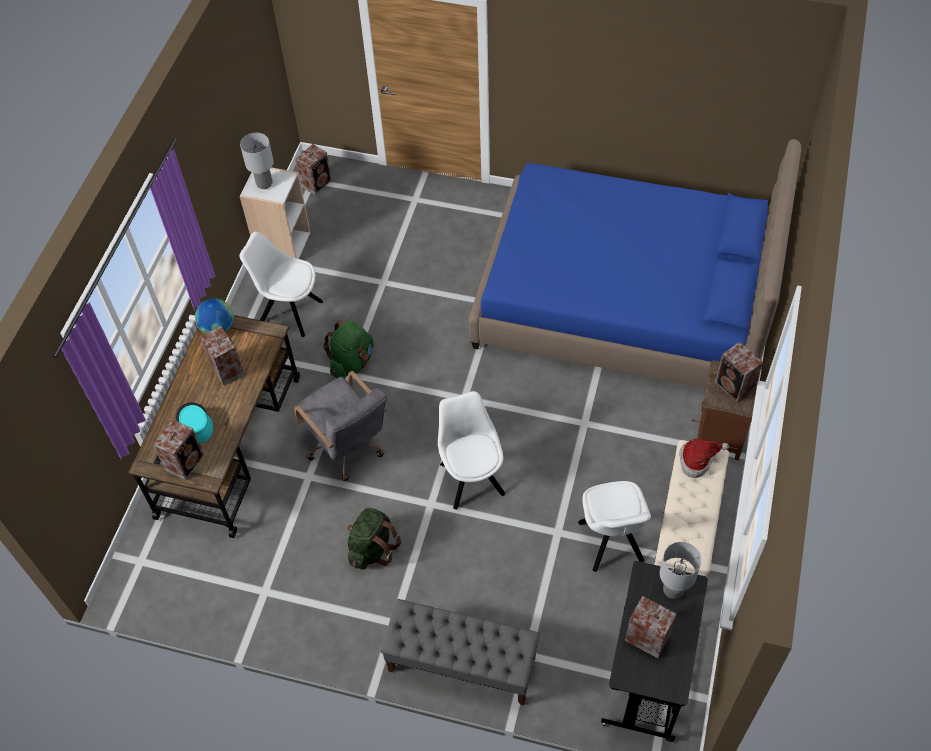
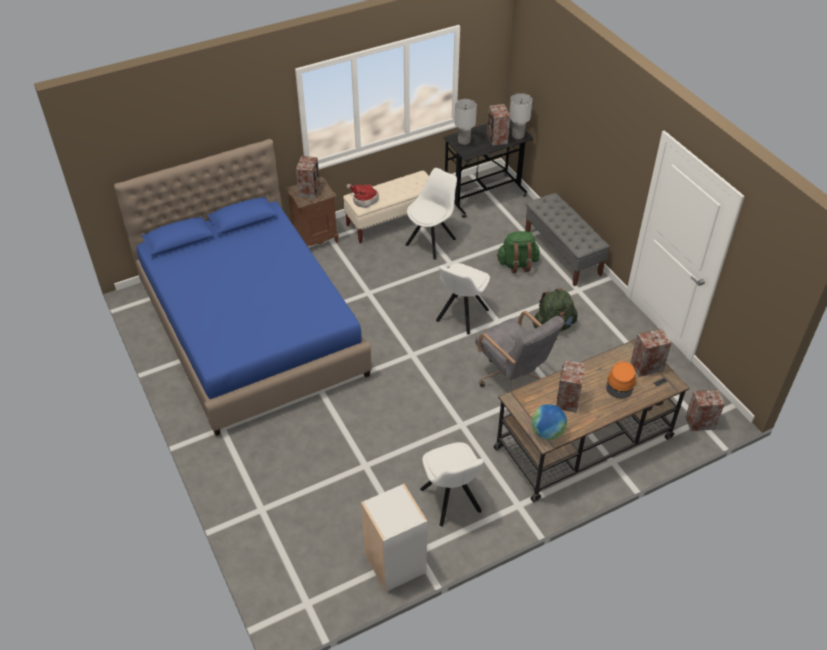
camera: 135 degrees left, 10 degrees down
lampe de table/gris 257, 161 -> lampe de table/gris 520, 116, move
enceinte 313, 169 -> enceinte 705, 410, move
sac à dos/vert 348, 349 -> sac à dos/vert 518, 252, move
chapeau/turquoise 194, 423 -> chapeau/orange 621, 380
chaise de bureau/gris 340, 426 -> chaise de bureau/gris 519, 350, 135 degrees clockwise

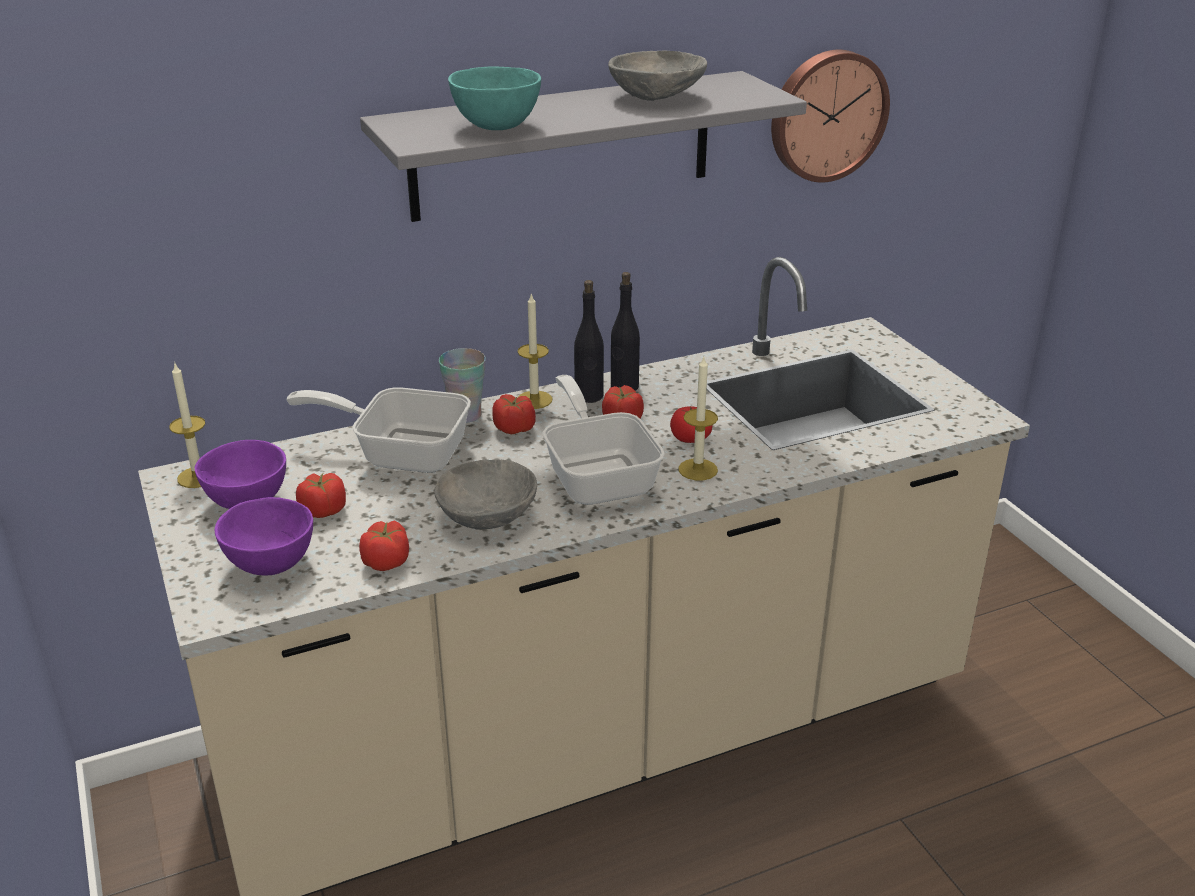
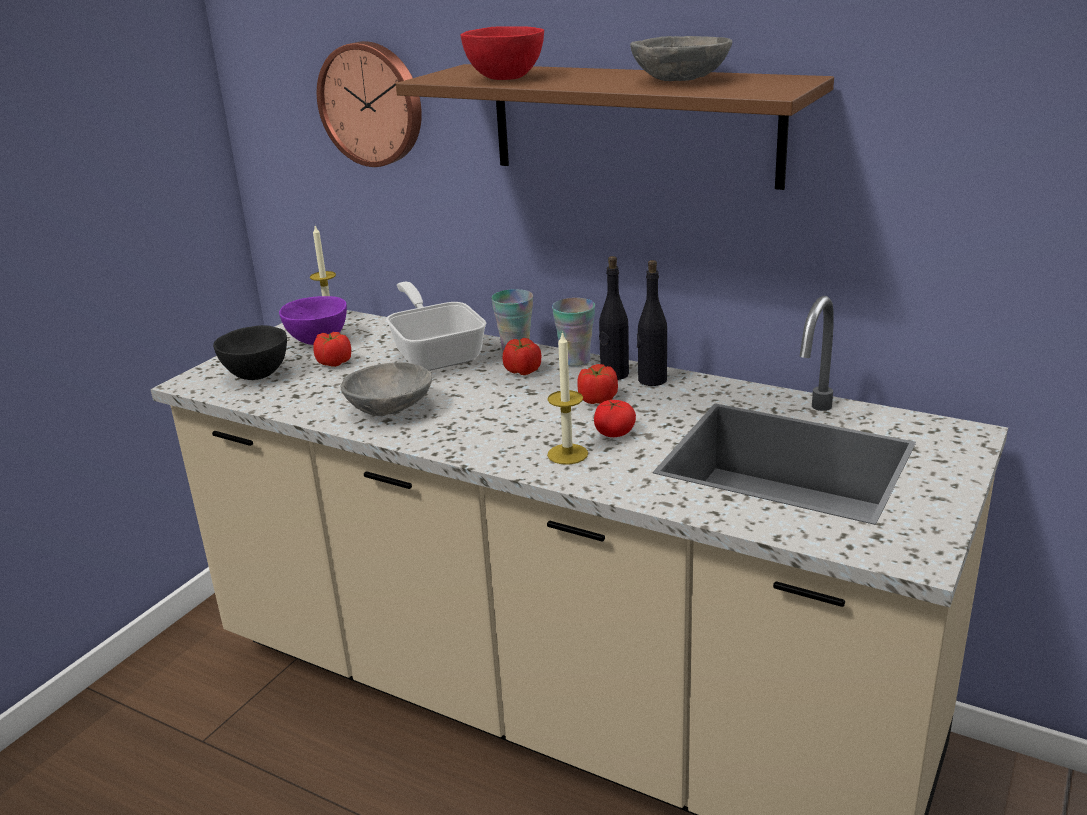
camera: 55 degrees right, 5 degrees down
tomate 384, 546 -> none
poêle 604, 440 -> none
horloge murale 830, 116 -> horloge murale 369, 104, move
bougie 535, 351 -> tasse 573, 332
bol/violet 264, 536 -> bol/noir 250, 352
étagère/gris 583, 146 -> étagère/marron 615, 127
bol/turquoise 494, 98 -> bol/rouge 502, 53

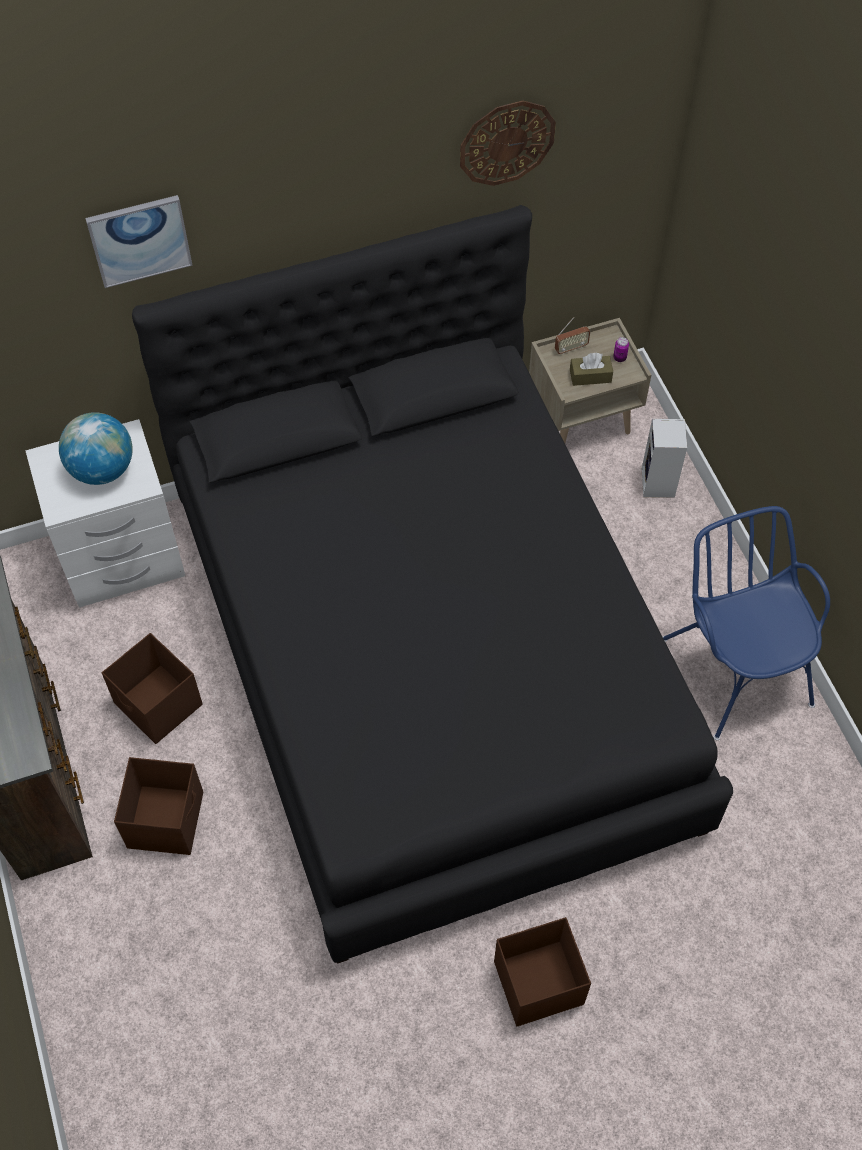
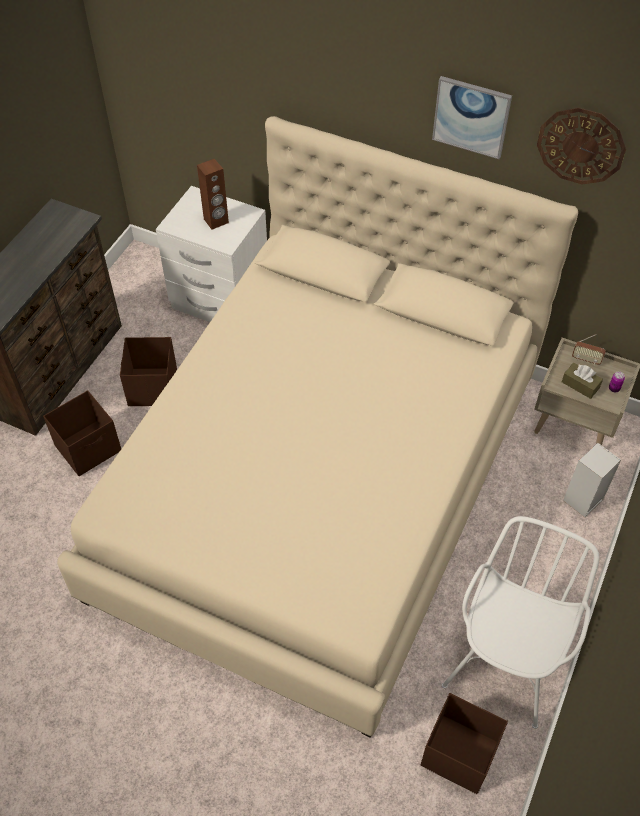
camera: 45 degrees right, 5 degrees down
tableau 138, 241 -> tableau 472, 117, move
boîte de rangement/marron 542, 971 -> boîte de rangement/marron 464, 743, move
globe 96, 448 -> enceinte/marron 213, 194
lit/noir 432, 584 -> lit/beige 317, 426
chaise/bleu 746, 623 -> chaise/blanc 520, 622

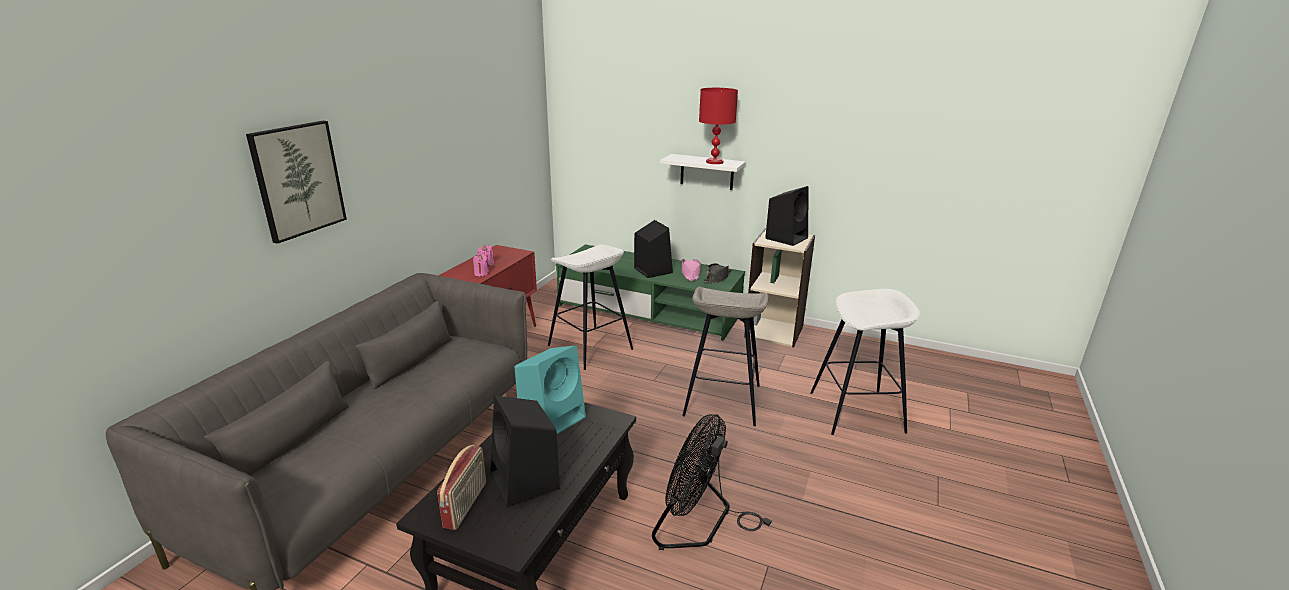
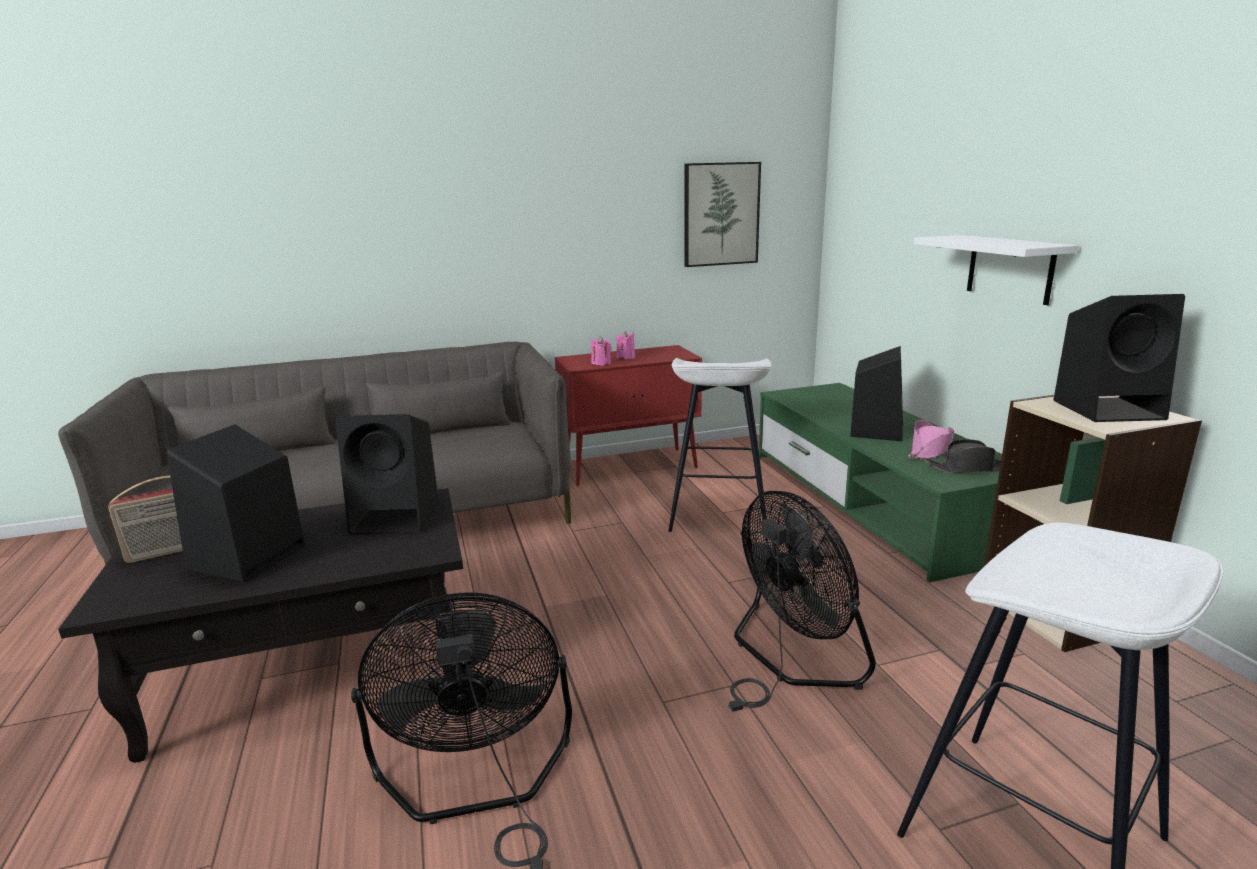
camera: 50 degrees right, 5 degrees down
lampe de table/rouge 718, 126 -> none
tableau 296, 182 -> tableau 723, 214, move
tabouret/gris 725, 356 -> ventilateur/noir 801, 601
enceinte/turquoise 550, 389 -> enceinte/noir 387, 474

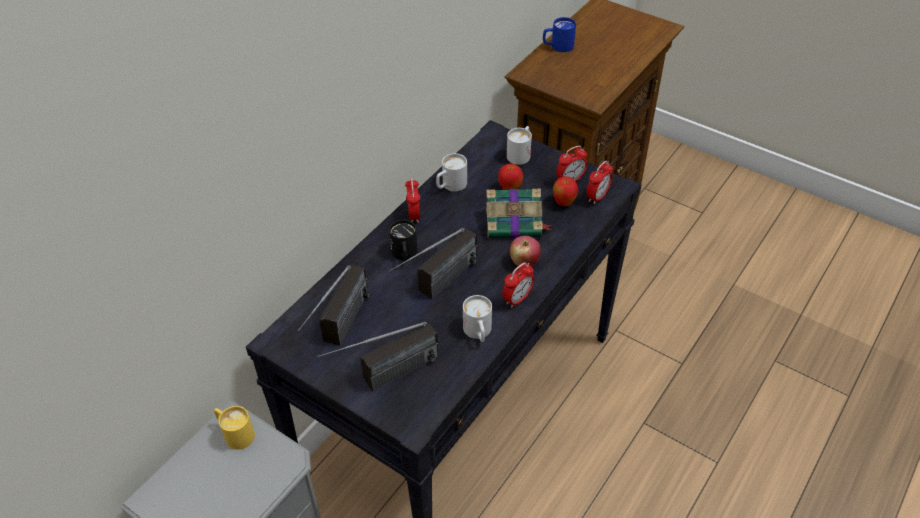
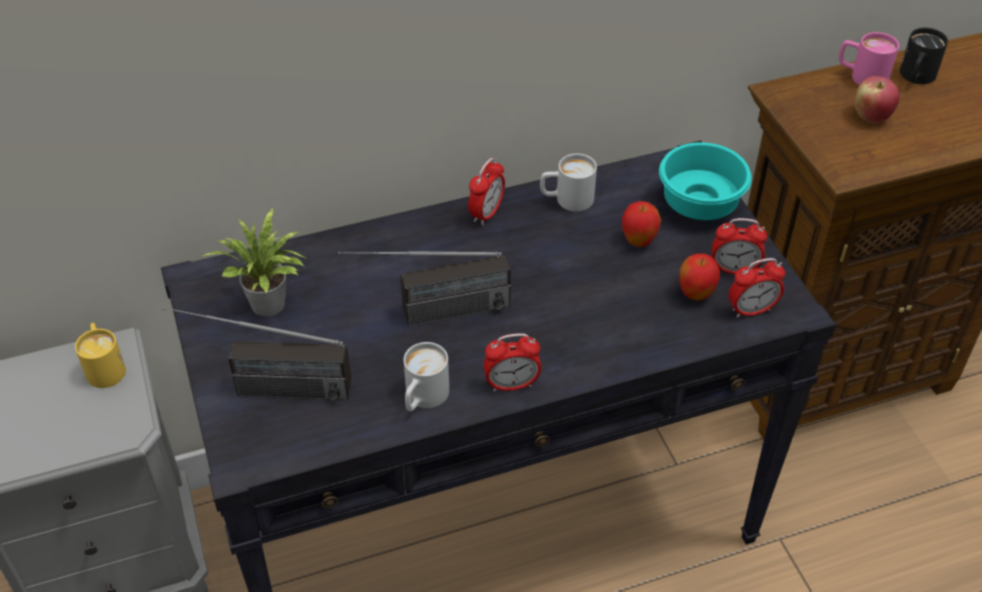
camera: 35 degrees right, 0 degrees up
livre 519, 213 -> none
mug/noir 403, 240 -> mug/noir 924, 56, move
pomme 525, 251 -> pomme 877, 99, move
radio 334, 305 -> plante en pot 254, 262
mug/blanc 519, 145 -> bol/turquoise 705, 181
mug/bleu 559, 34 -> mug/rose 869, 58

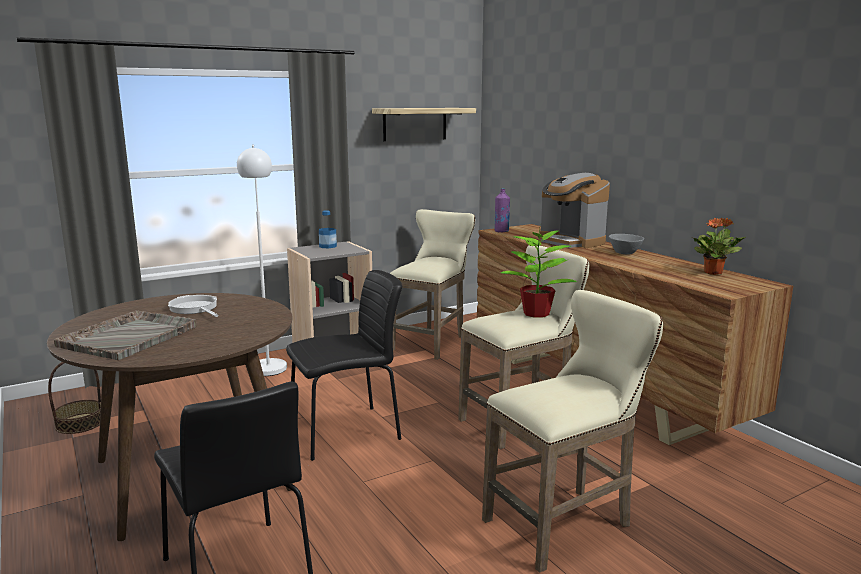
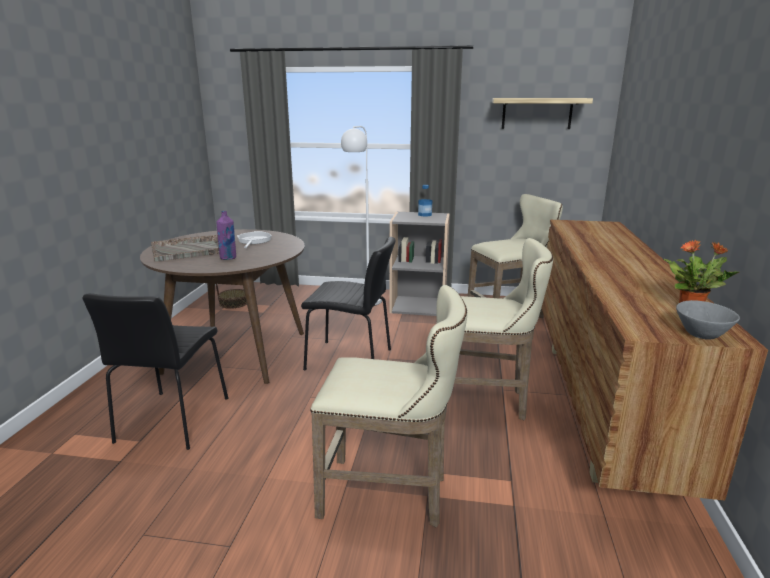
camera: 40 degrees right, 5 degrees up
plante en pot 539, 271 -> none
machine à café 575, 210 -> none
bouteille/violet 502, 210 -> bouteille/violet 226, 235, move
bol/gris 626, 244 -> bol/gris 708, 320, move

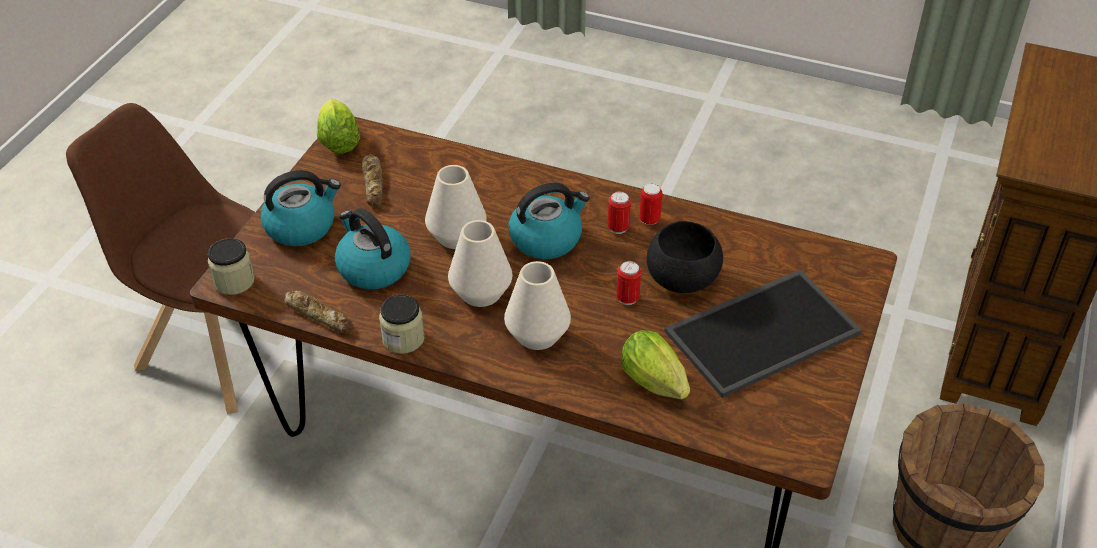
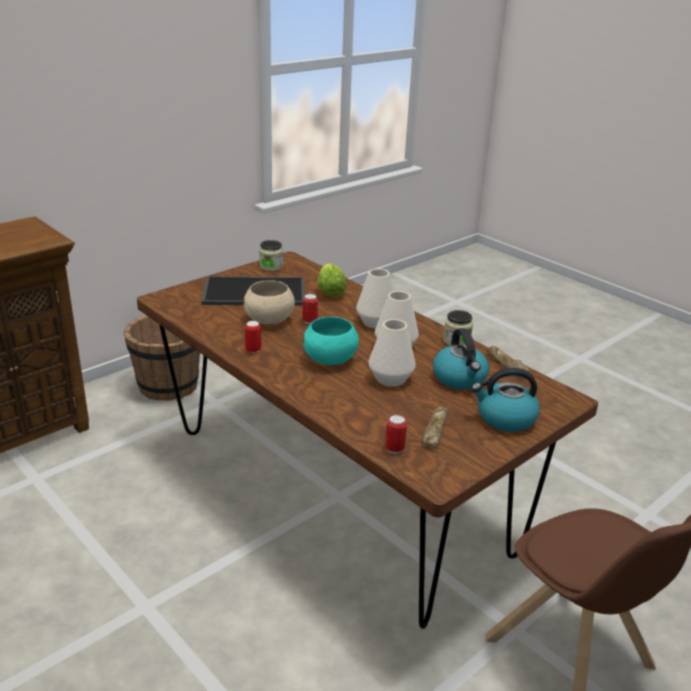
camera: 155 degrees left, 15 degrees down
laitue 338, 126 -> none
bocal 231, 266 -> bocal 271, 255, move
boîte métallique 619, 212 -> boîte métallique 396, 434, move
bouilloire 549, 220 -> bol/turquoise 331, 341
bol/noir 685, 257 -> bol/beige 269, 302

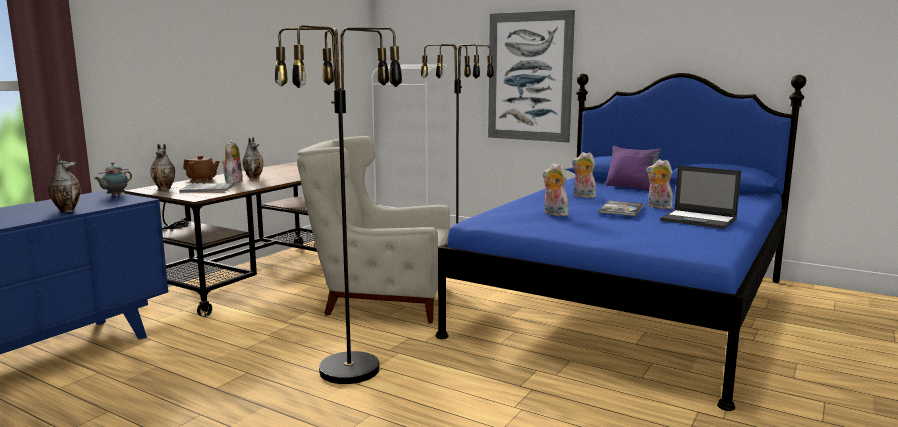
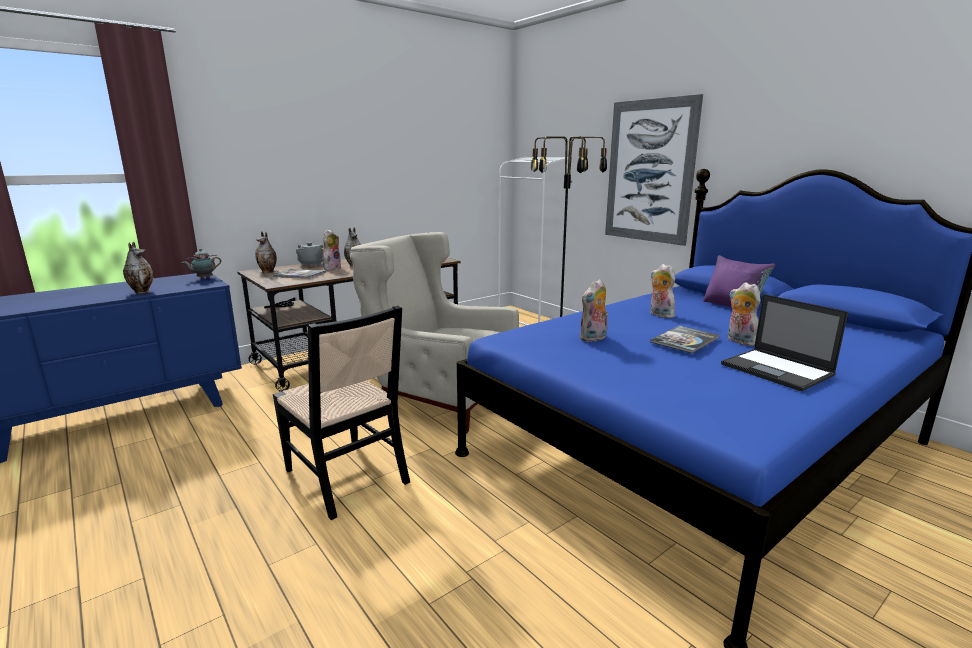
camera: 20 degrees right, 5 degrees up
lampadaire 338, 204 -> chaise 341, 412
théière/marron 201, 169 -> théière/gris 310, 254
peluche 556, 189 -> peluche 594, 310, 105 degrees counterclockwise

